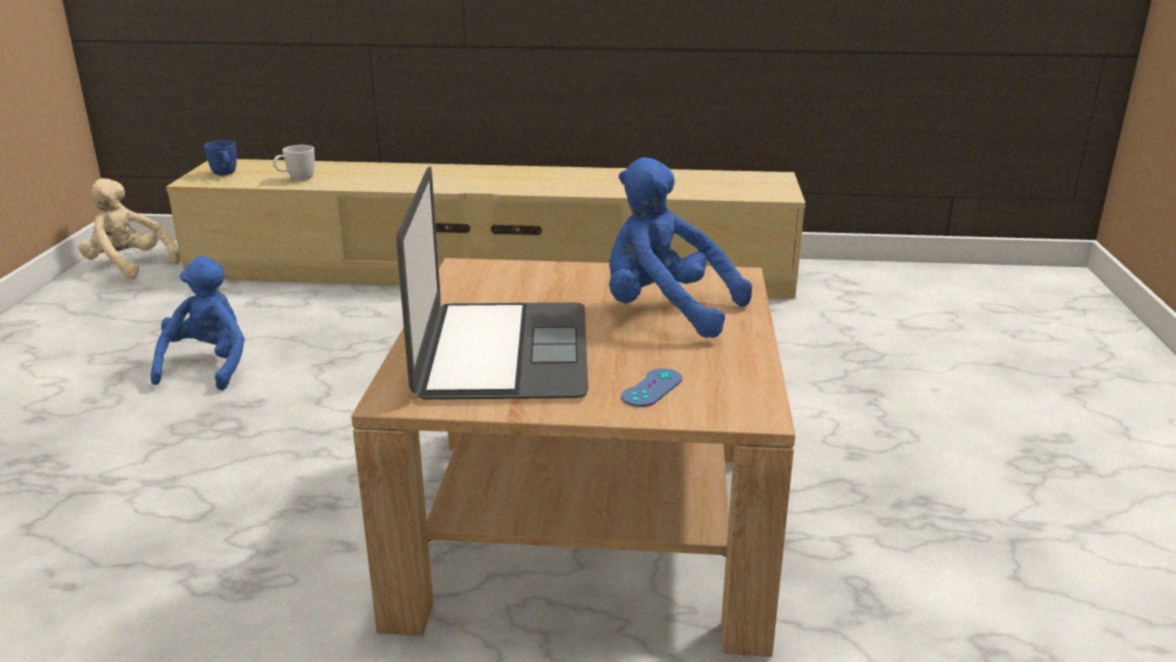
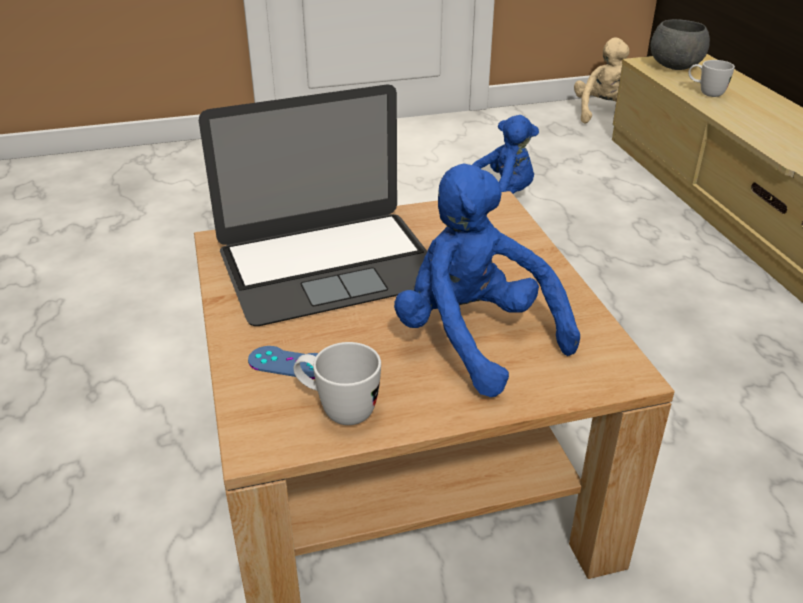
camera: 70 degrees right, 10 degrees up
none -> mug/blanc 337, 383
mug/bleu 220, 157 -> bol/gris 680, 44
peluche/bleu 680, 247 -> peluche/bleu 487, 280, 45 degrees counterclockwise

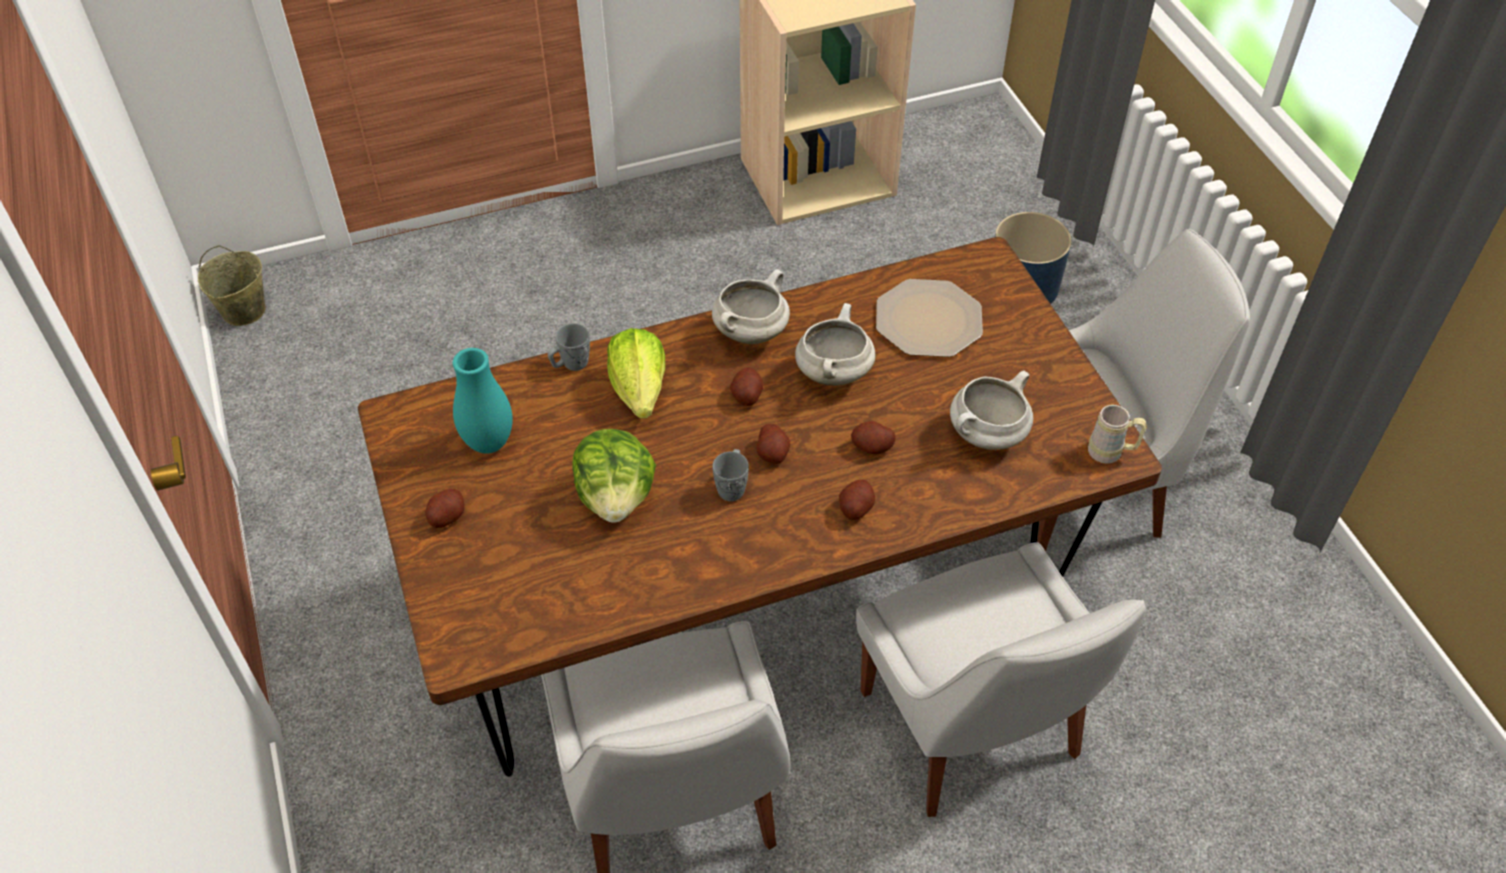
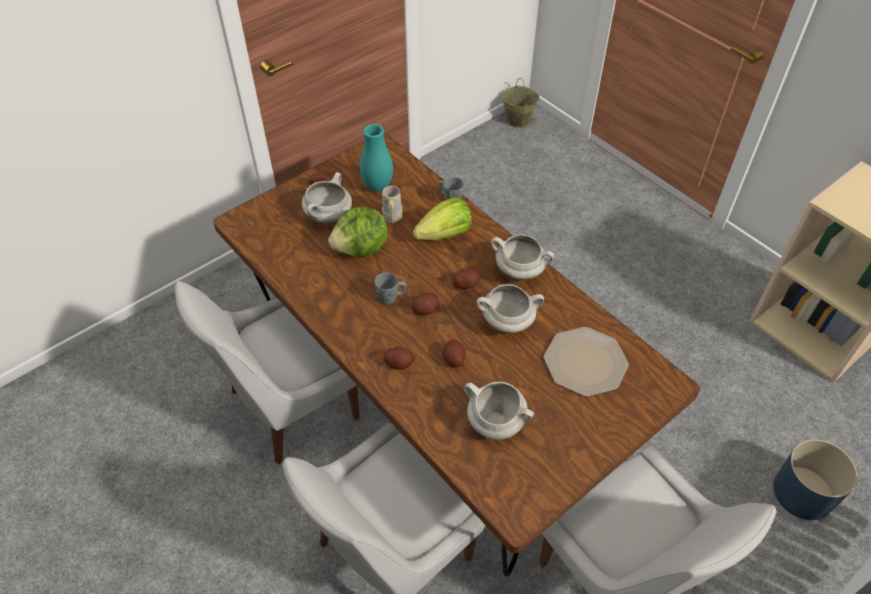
camera: 70 degrees right, 0 degrees up
none -> marmite/blanc 327, 197
mug/beige 1117, 434 -> mug/beige 392, 204, move

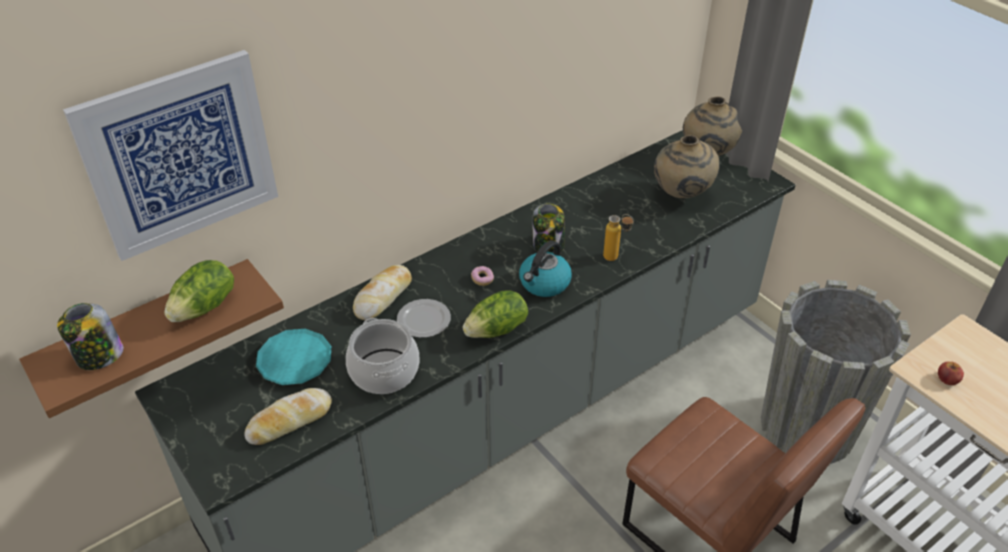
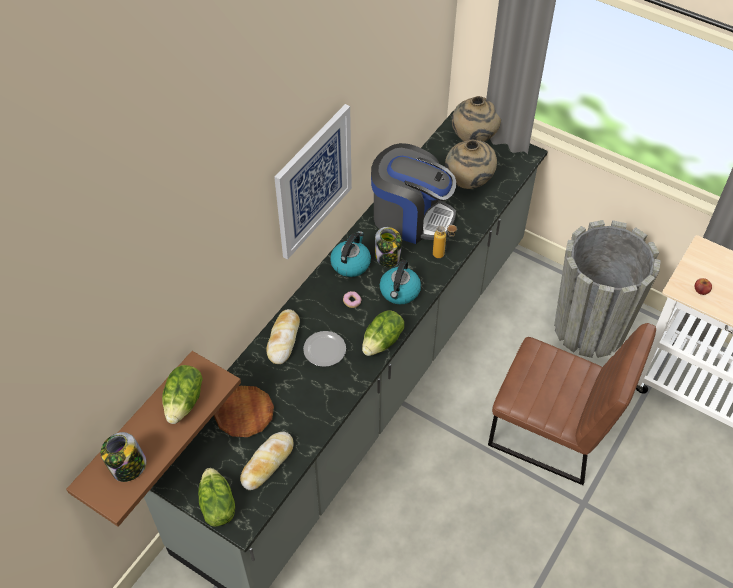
camera: 20 degrees left, 10 degrees up
marmite 383, 356 -> none
none -> laitue 216, 497
none -> bouilloire 350, 254
none -> machine à café 413, 193
tableau 170, 155 -> tableau 313, 181, move
assiette/turquoise 293, 357 -> assiette/marron 244, 411

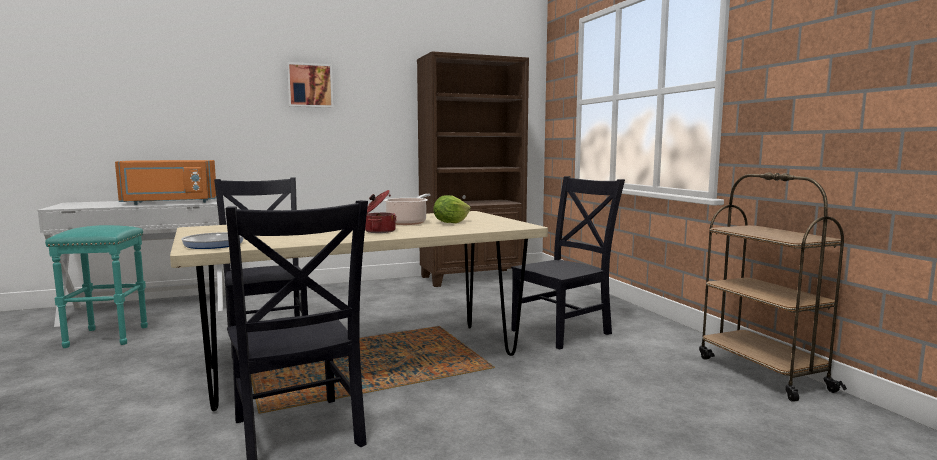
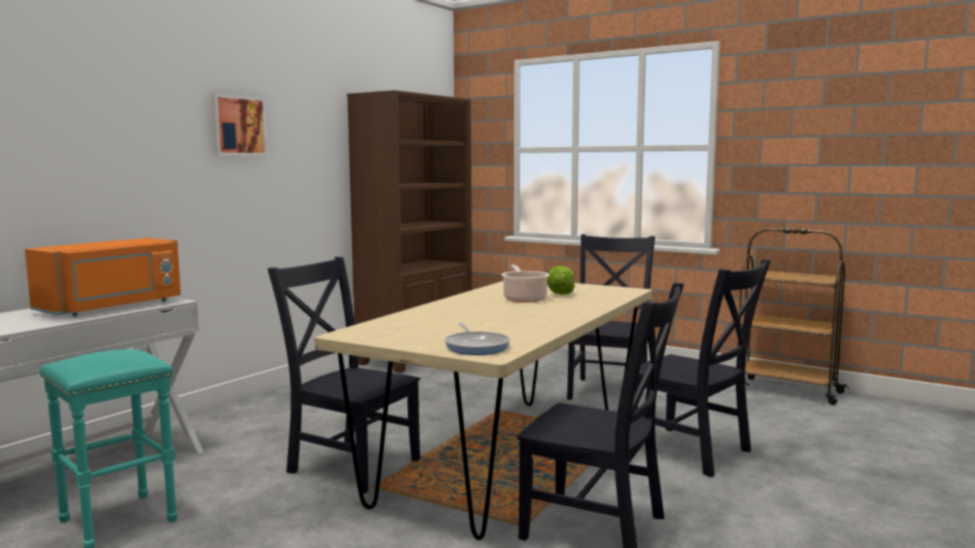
camera: 35 degrees left, 0 degrees up
marmite 381, 211 -> none
none -> chaise/noir 703, 368

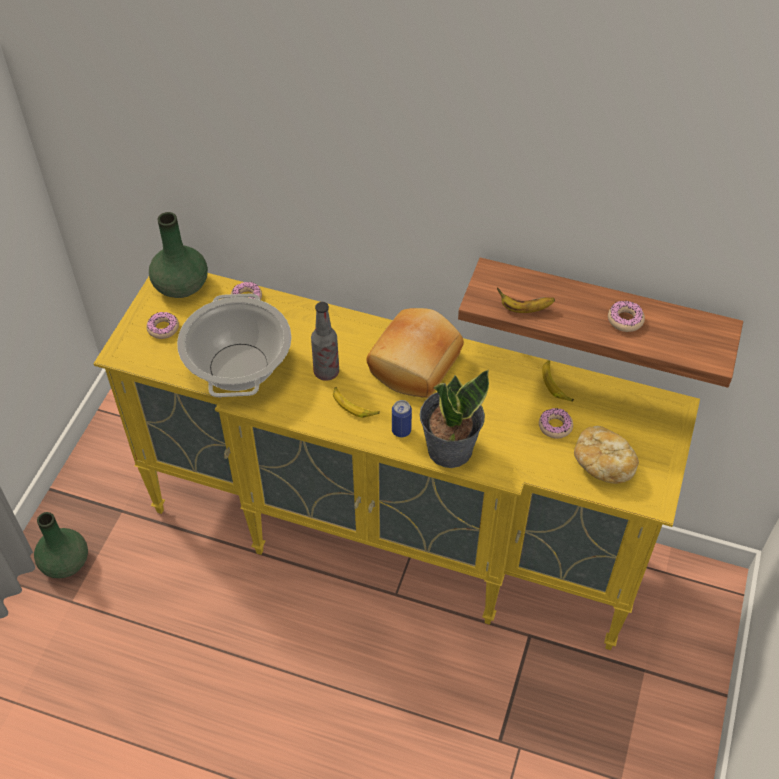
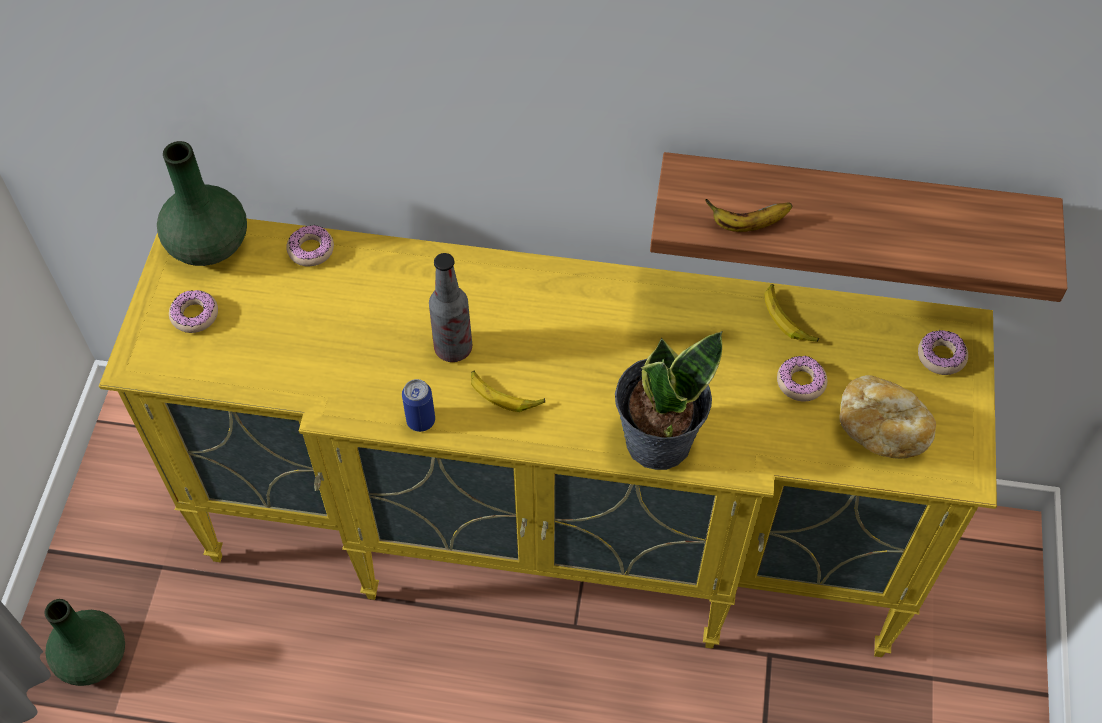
camera: 10 degrees left, 5 degrees up
marmite 234, 345 -> none
pain 415, 353 -> none
boîte métallique 402, 418 -> boîte métallique 418, 405, move
beignet 626, 316 -> beignet 943, 352, move

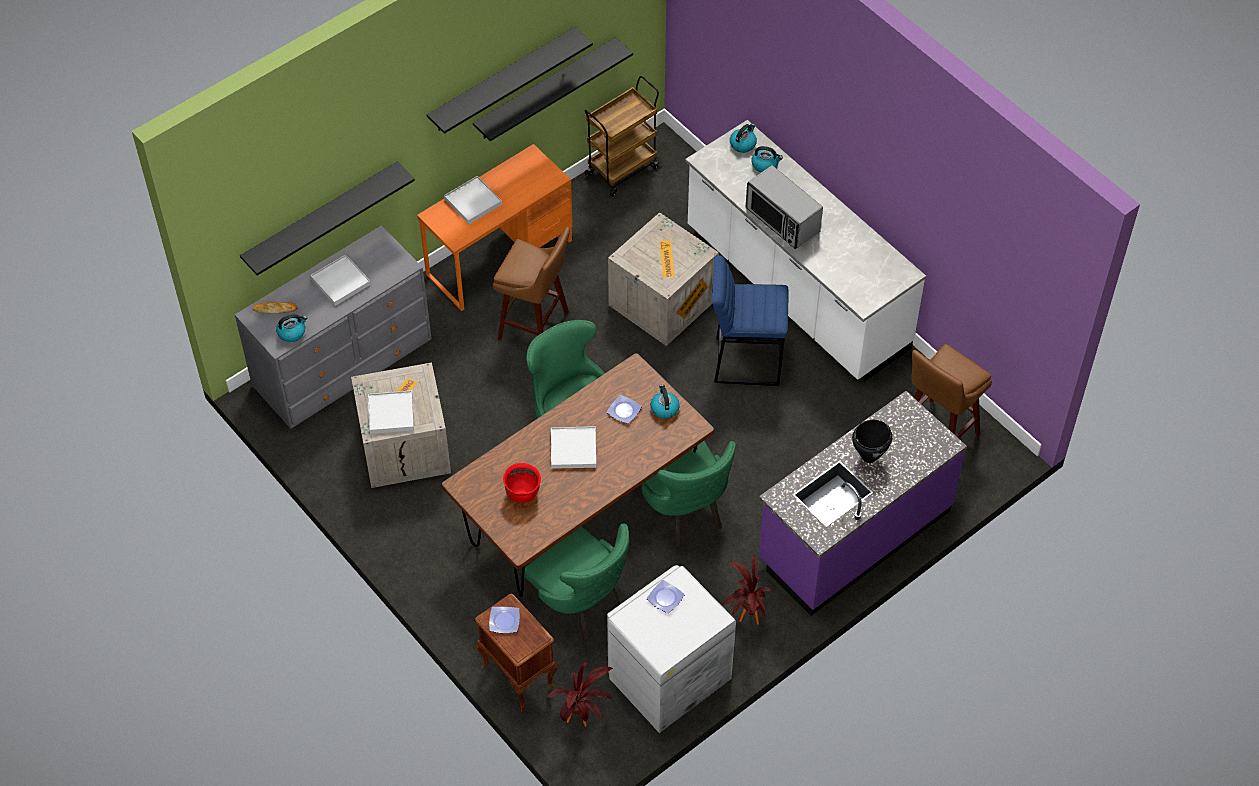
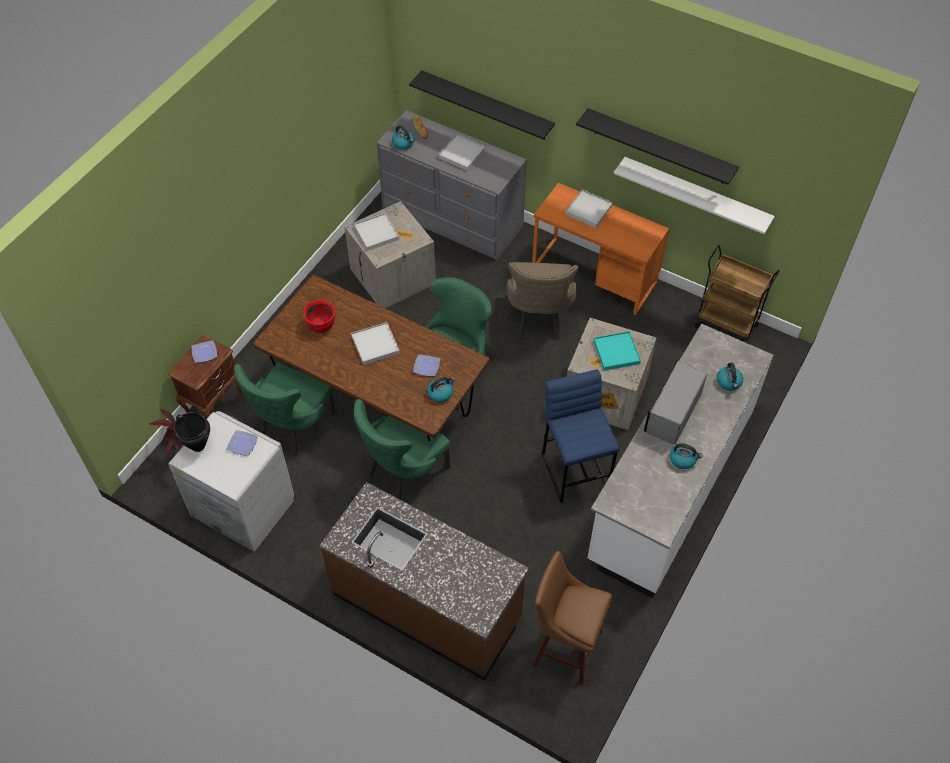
camera: 70 degrees right, 0 degrees up
plante en pot 746, 590 -> none
none -> plateau/turquoise 617, 351
bouilloire 743, 138 -> bouilloire 686, 456, move
marmite/noir 872, 441 -> marmite/noir 192, 432, move
tabouret/marron 531, 284 -> chaise/beige 543, 301
étagère/noir 553, 89 -> étagère/blanc 694, 195
comptoir de cuisine/violet 863, 503 -> comptoir de cuisine/marron 424, 581

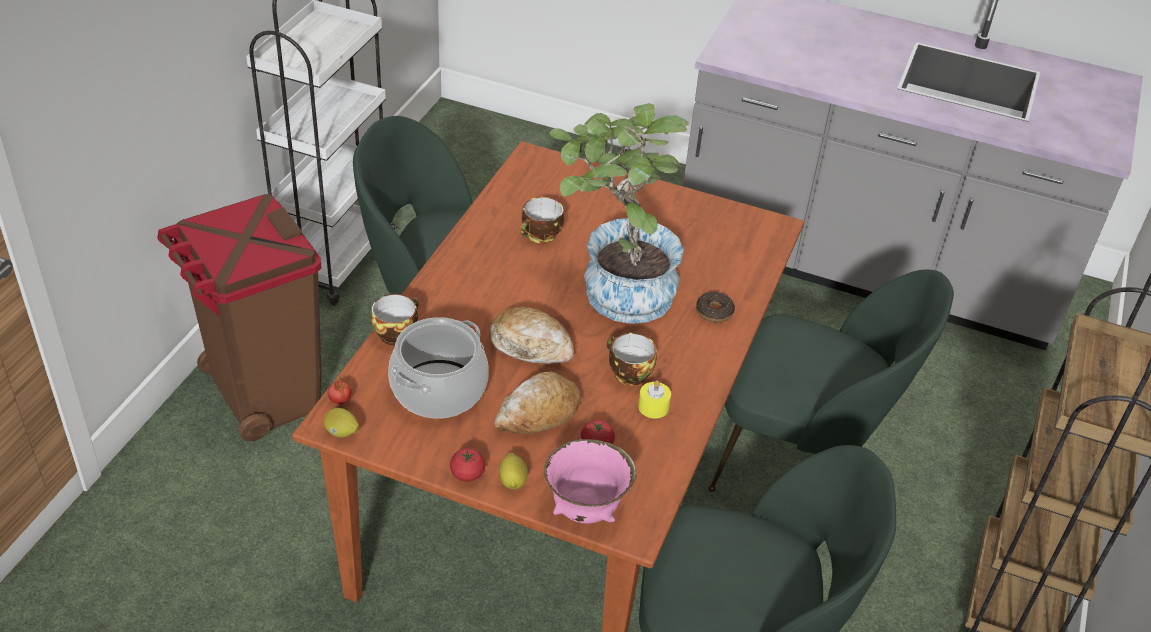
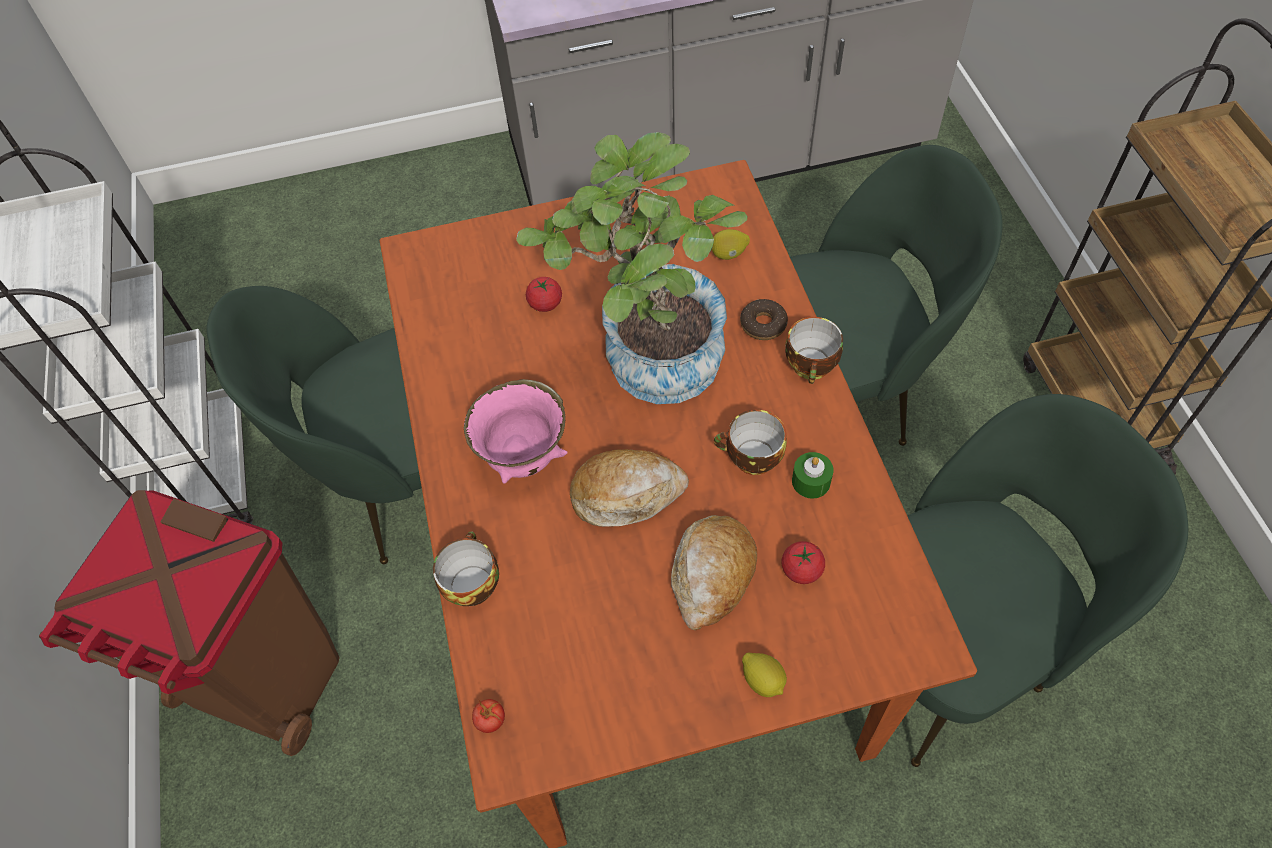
camera: 30 degrees left, 15 degrees up
marmite 438, 368 -> none
citron 341, 422 -> citron 731, 244, move
tomate 467, 465 -> tomate 544, 294, move
tasse 542, 220 -> tasse 814, 350, move
bol/rose 590, 481 -> bol/rose 516, 431, move
bougie/jaune 654, 399 -> bougie/vert 813, 475

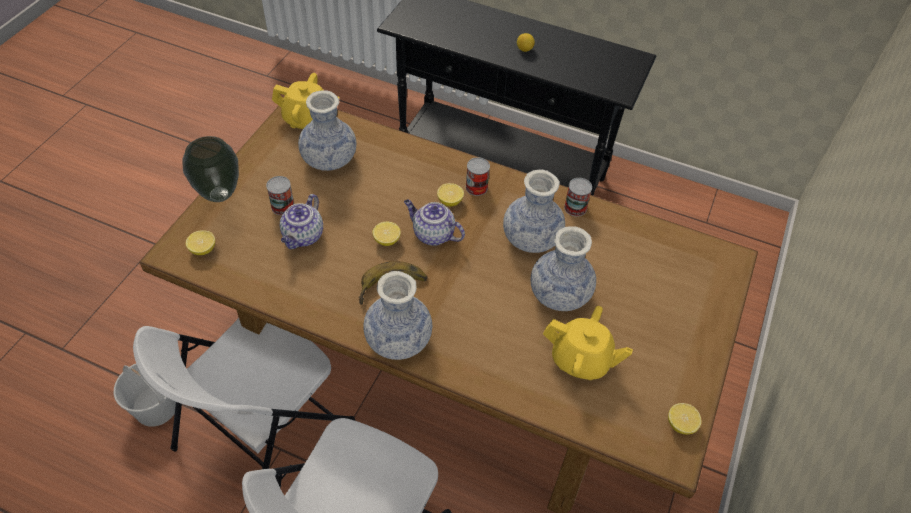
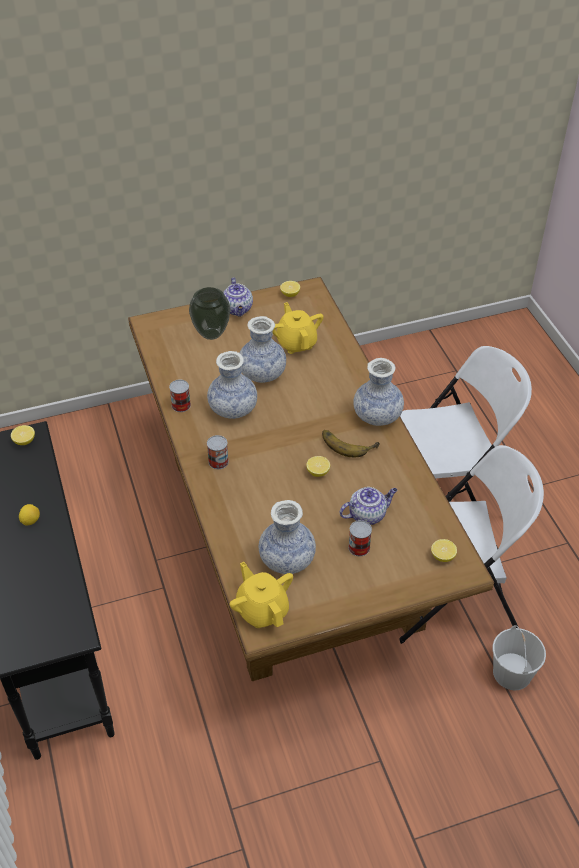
camera: 130 degrees left, 5 degrees down
vase 211, 169 -> vase 210, 313, move
théière 434, 222 -> théière 238, 297, move
citron 450, 194 -> citron 23, 435, move

